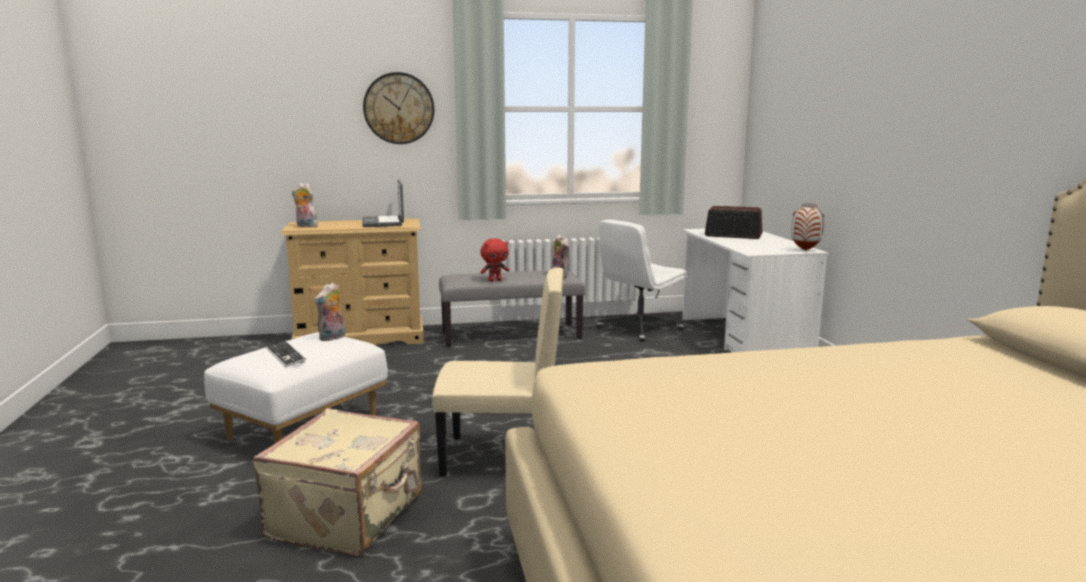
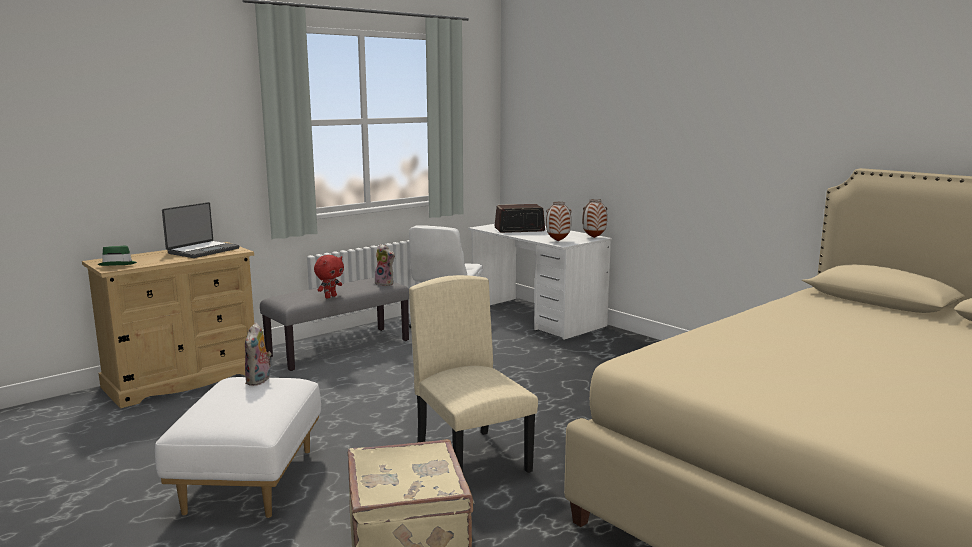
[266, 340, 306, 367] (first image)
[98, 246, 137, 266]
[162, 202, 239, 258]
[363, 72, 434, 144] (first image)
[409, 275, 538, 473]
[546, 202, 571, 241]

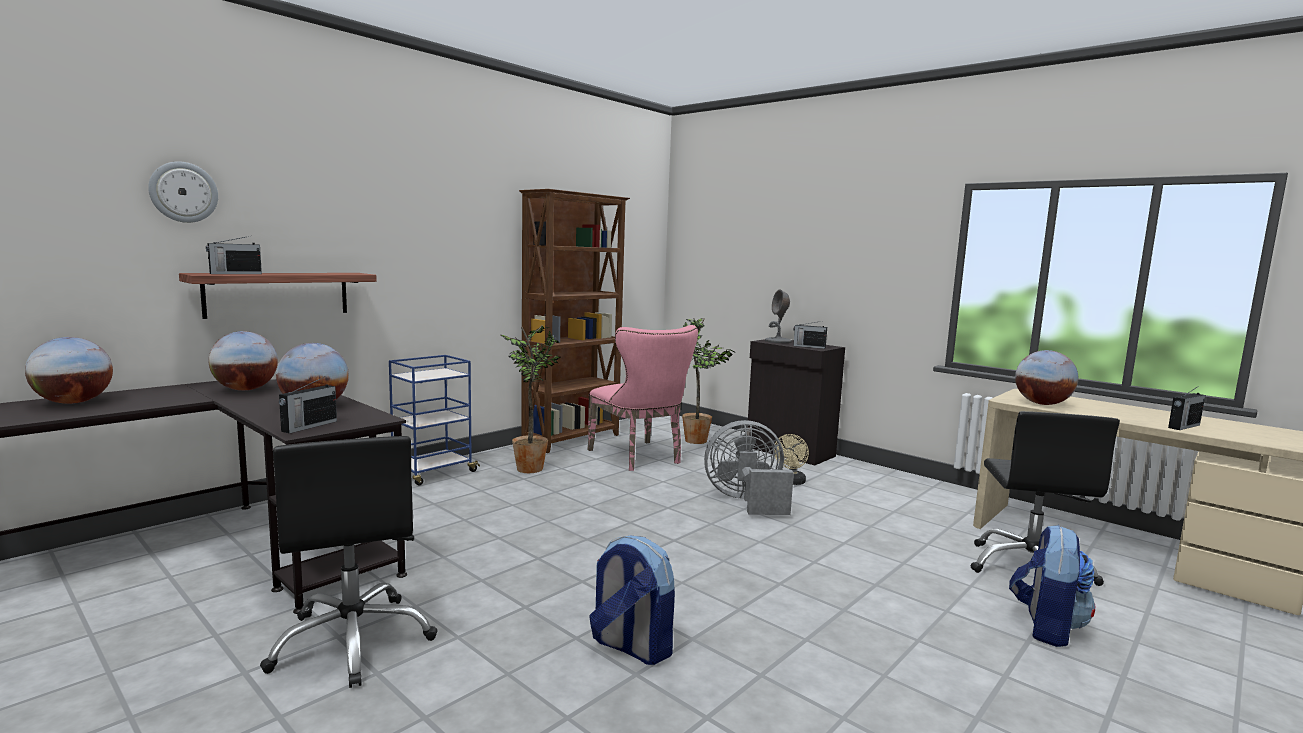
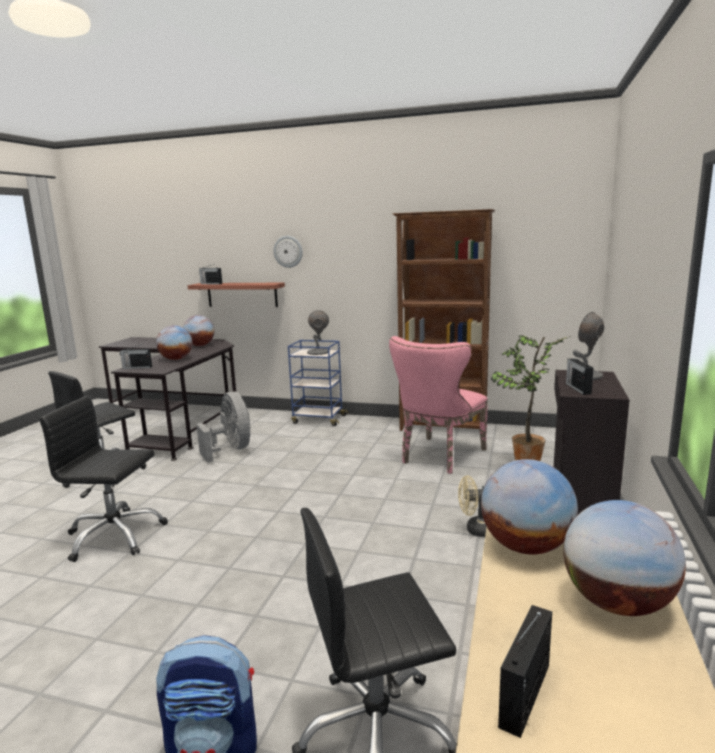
[563, 500, 686, 616]
[273, 235, 303, 268]
[500, 325, 561, 473] (first image)
[39, 396, 168, 562]
[196, 391, 251, 463]
[498, 605, 552, 738]
[307, 310, 329, 355]

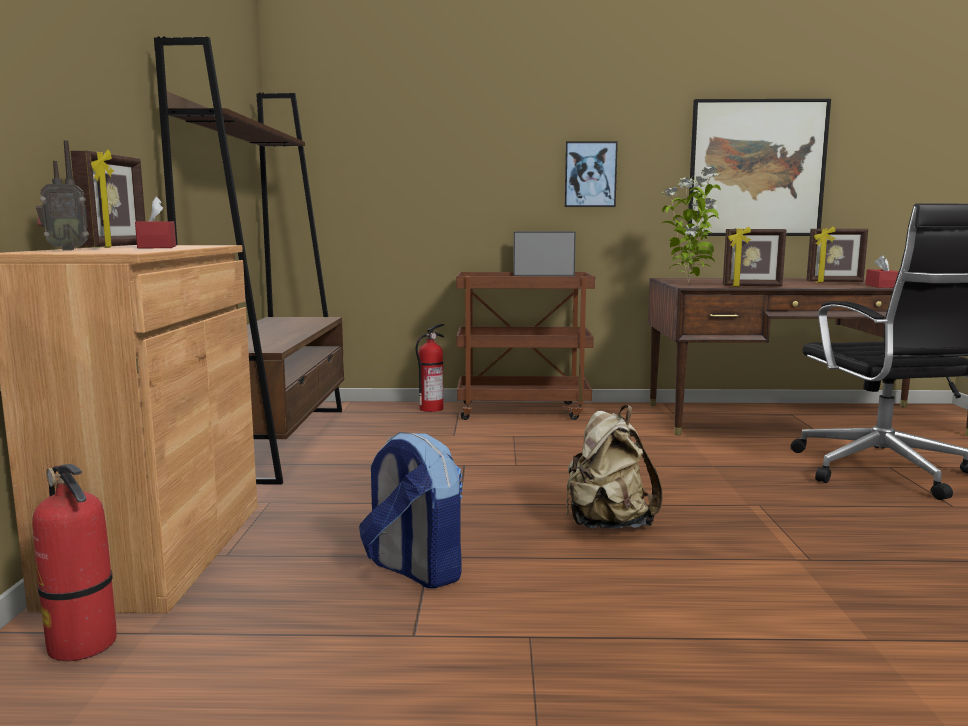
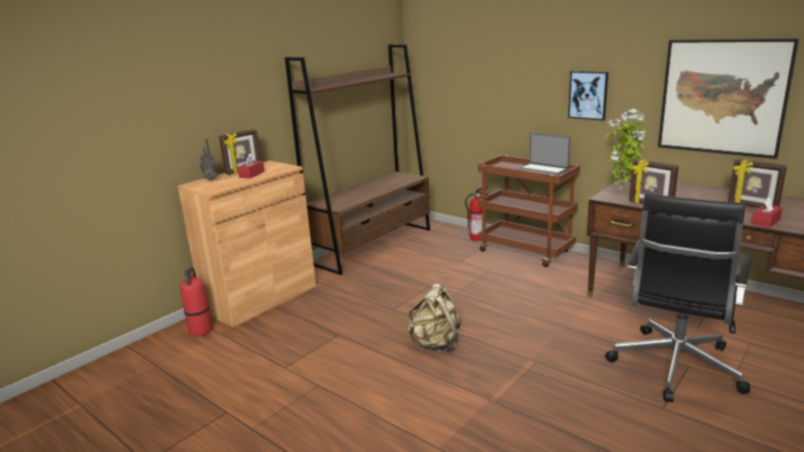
[359, 432, 463, 588] (first image)

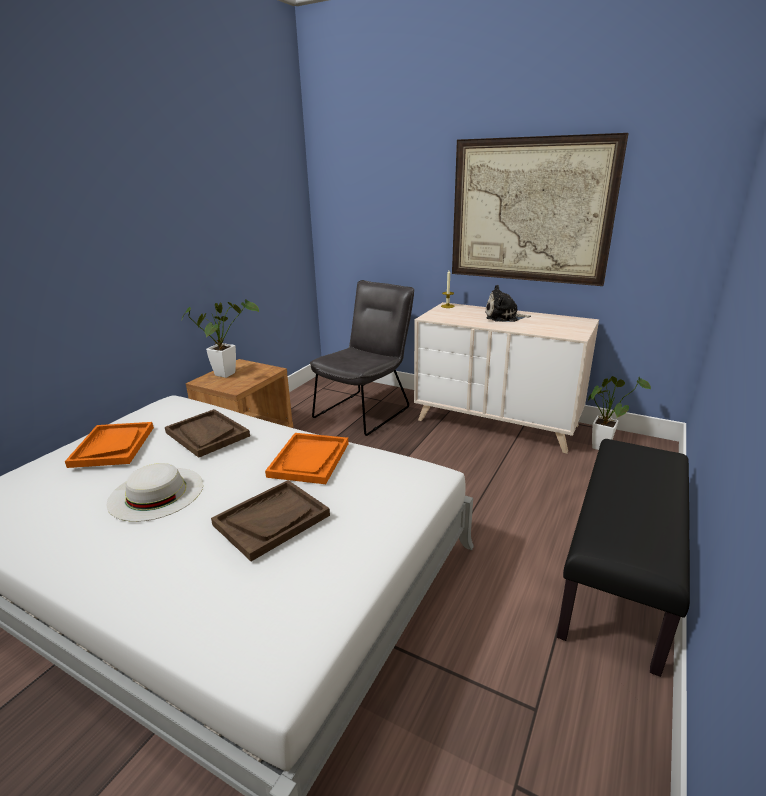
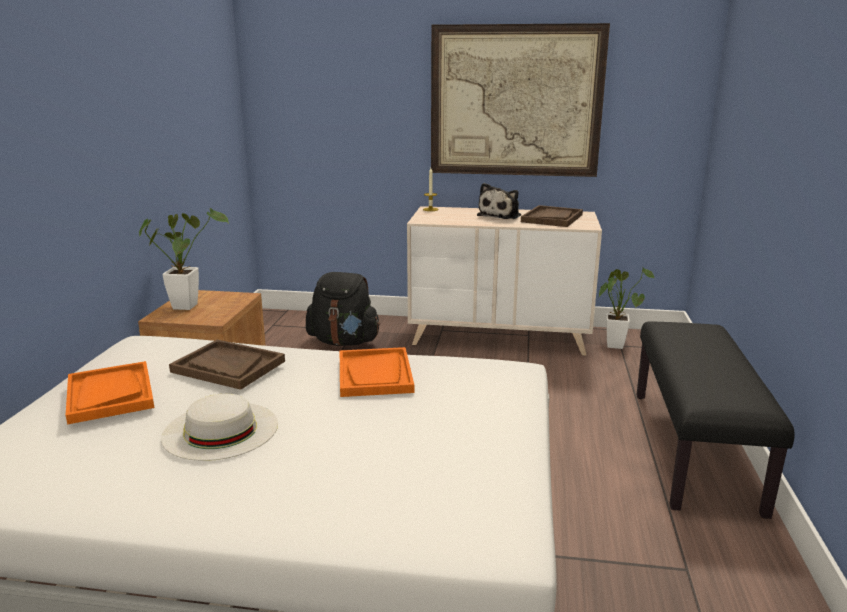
[521, 205, 583, 227]
[306, 272, 380, 346]
[477, 183, 521, 219]

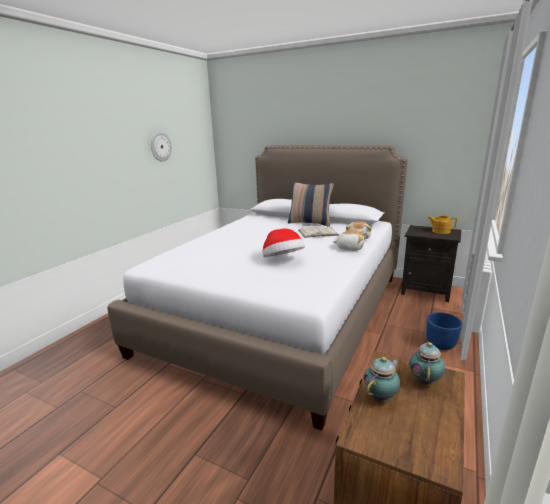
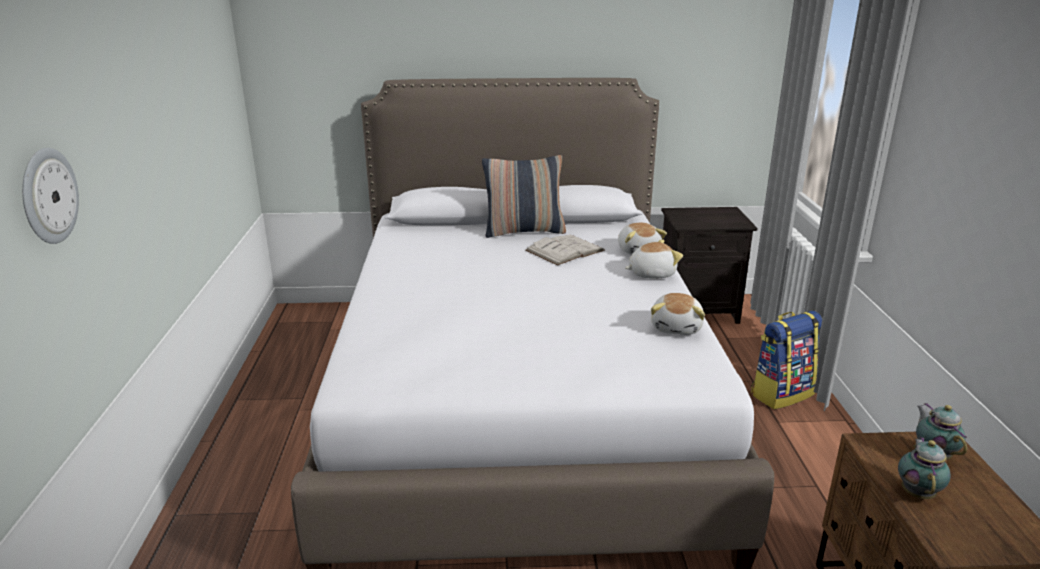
[22, 148, 79, 244]
[263, 228, 305, 257] (first image)
[751, 311, 823, 409]
[428, 215, 457, 234] (first image)
[651, 293, 705, 335]

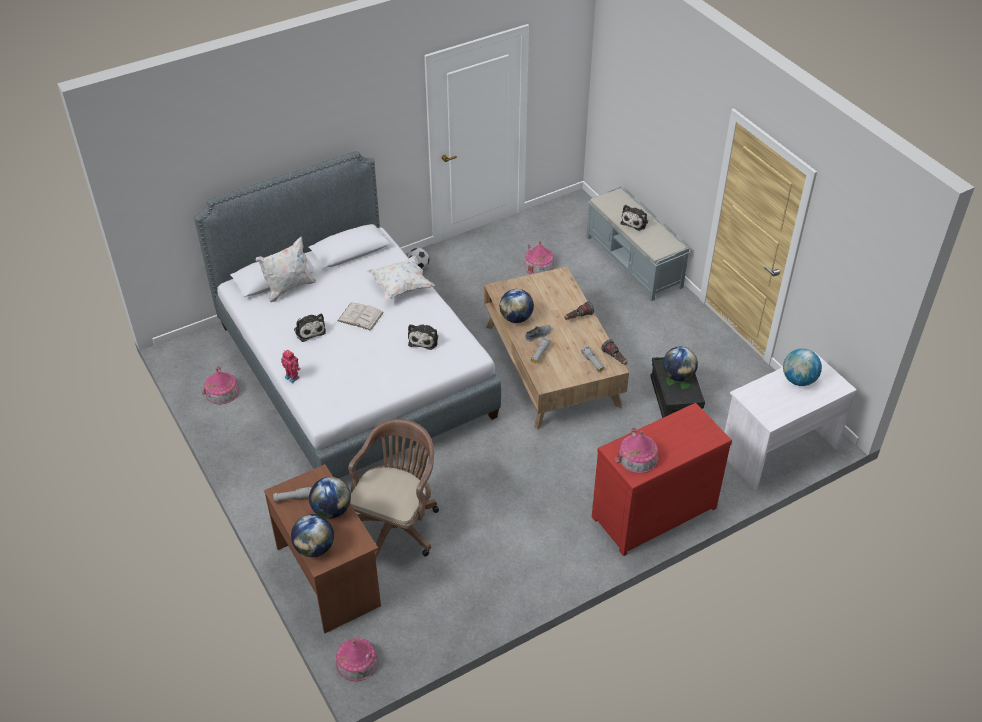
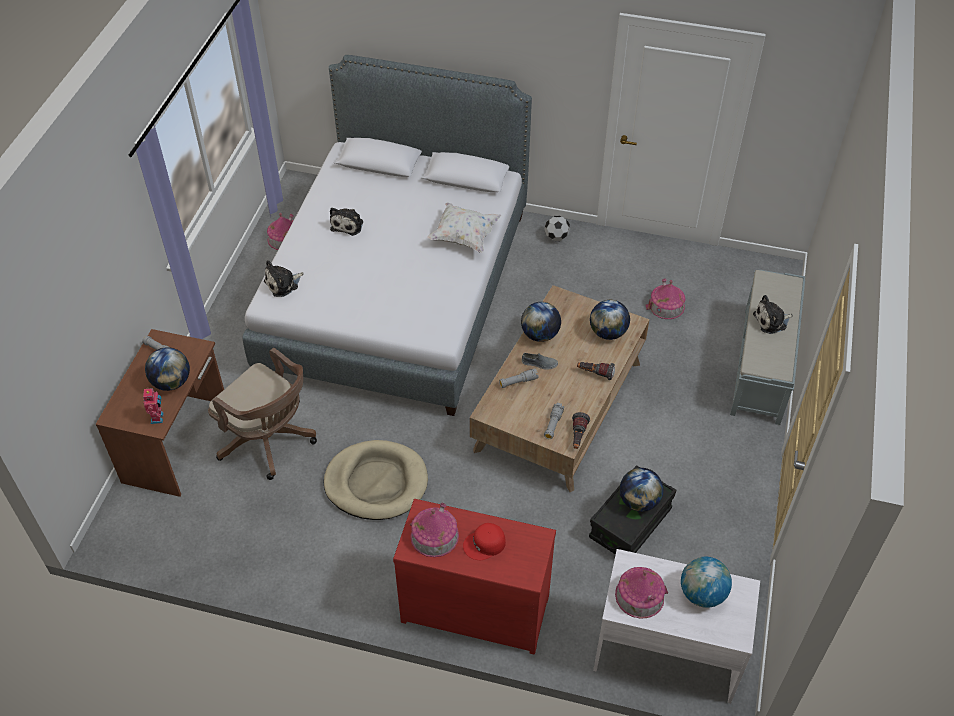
[256, 236, 316, 302] (first image)
[143, 387, 164, 424]
[590, 300, 630, 340]
[615, 567, 668, 619]
[338, 302, 384, 331] (first image)
[208, 348, 317, 480]
[264, 260, 304, 297]
[324, 440, 428, 520]
[463, 523, 506, 560]

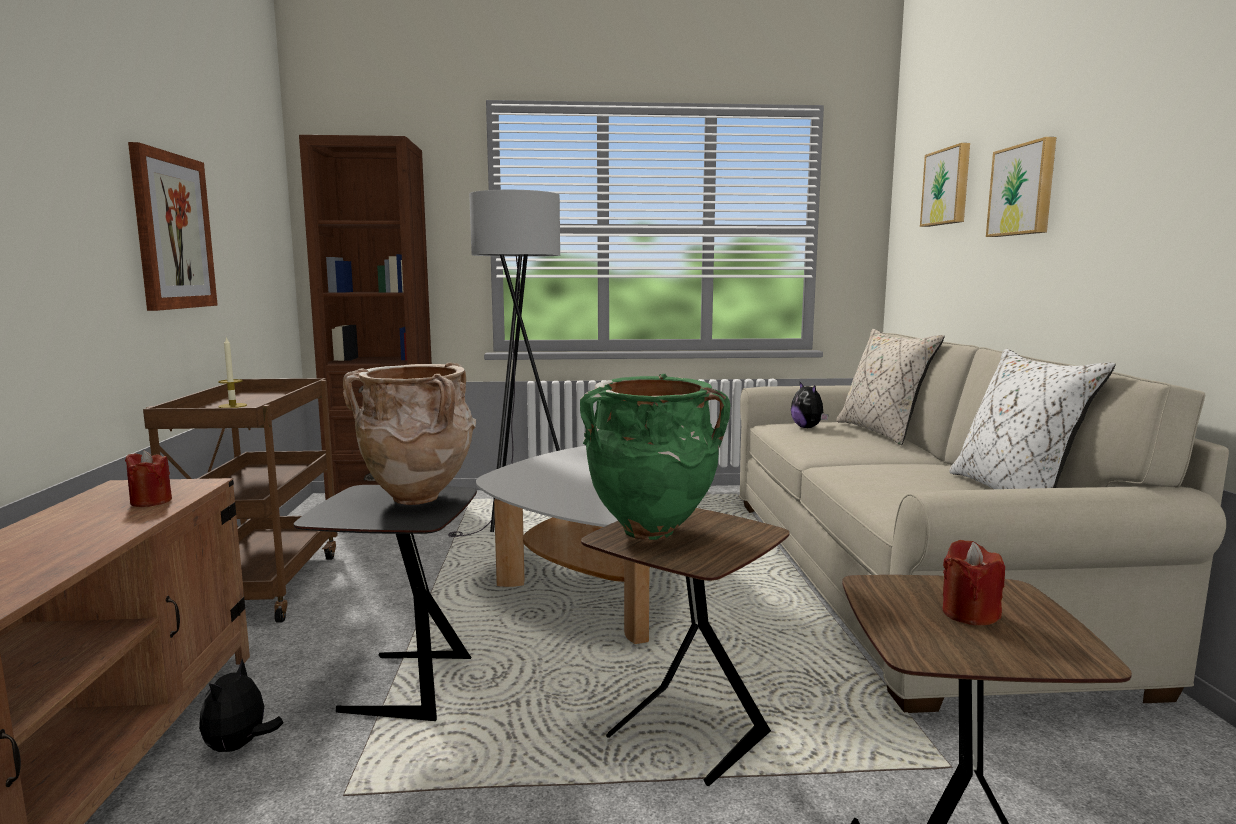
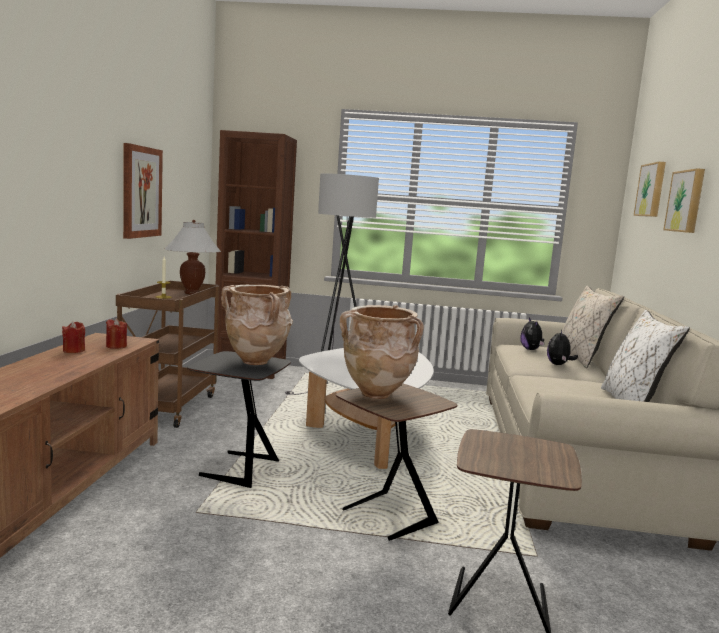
[547, 330, 578, 365]
[340, 305, 424, 399]
[62, 321, 85, 353]
[165, 220, 221, 294]

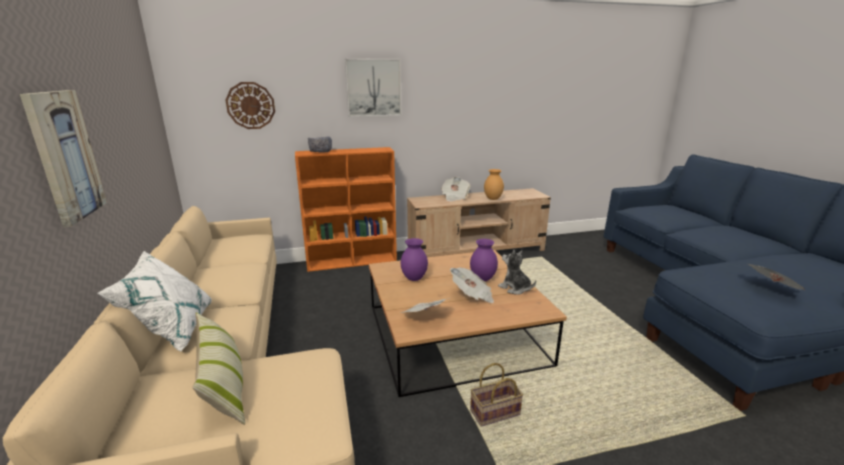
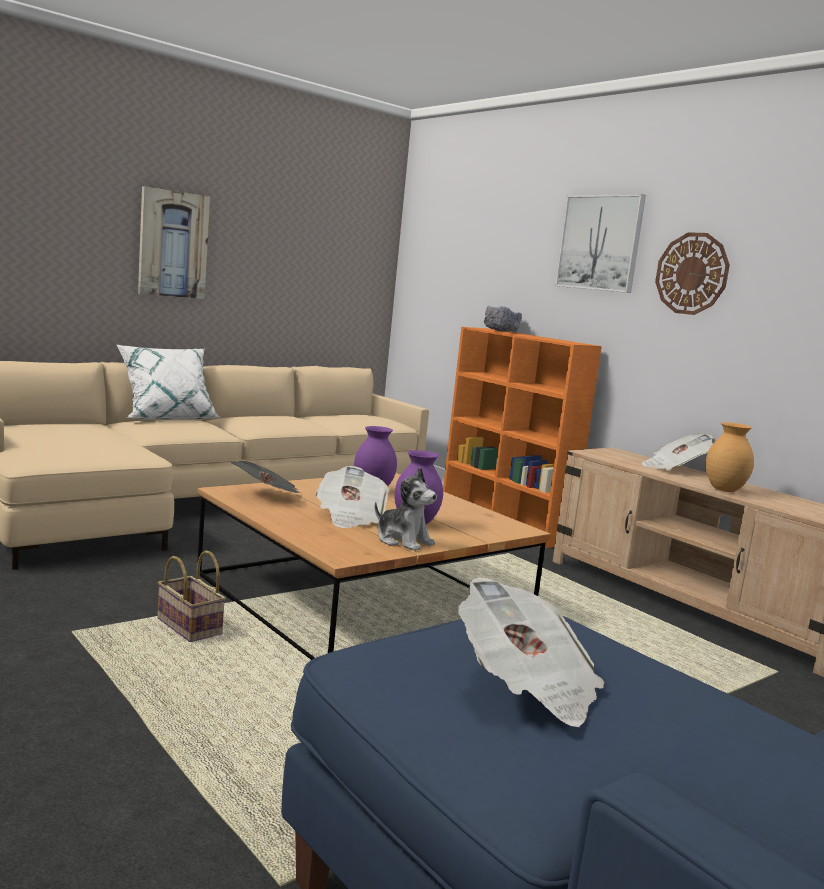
[192, 312, 245, 425] (first image)
[655, 232, 730, 315]
[375, 467, 437, 551]

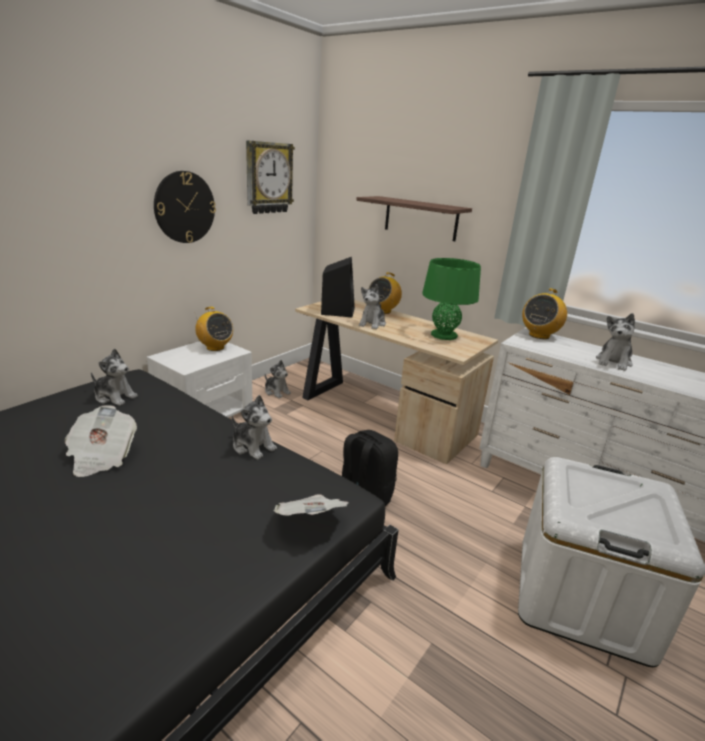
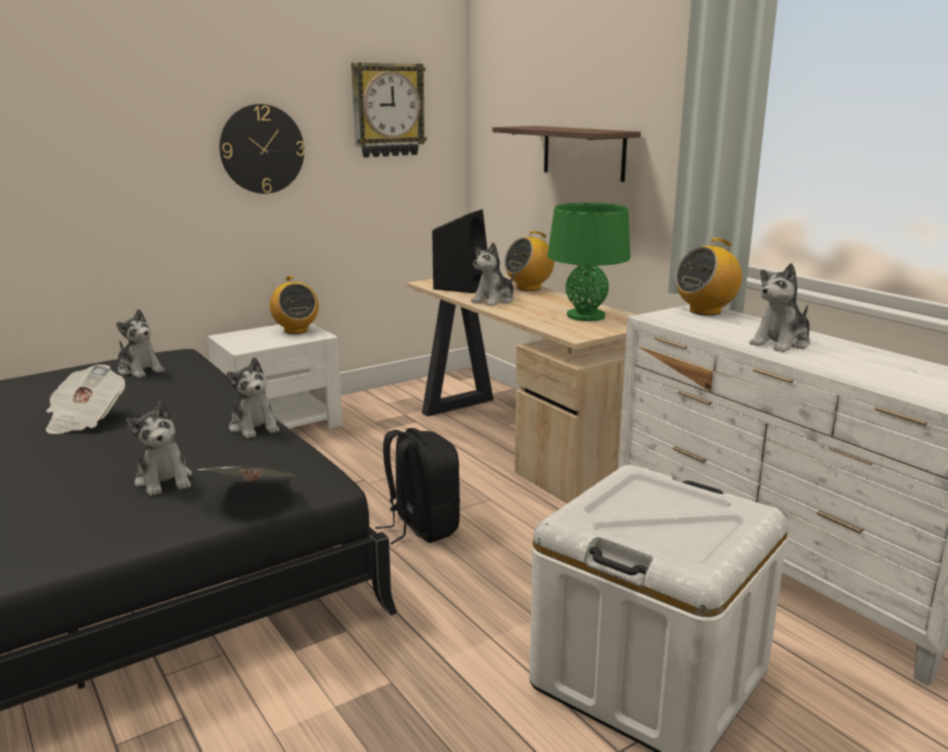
[126, 401, 192, 496]

